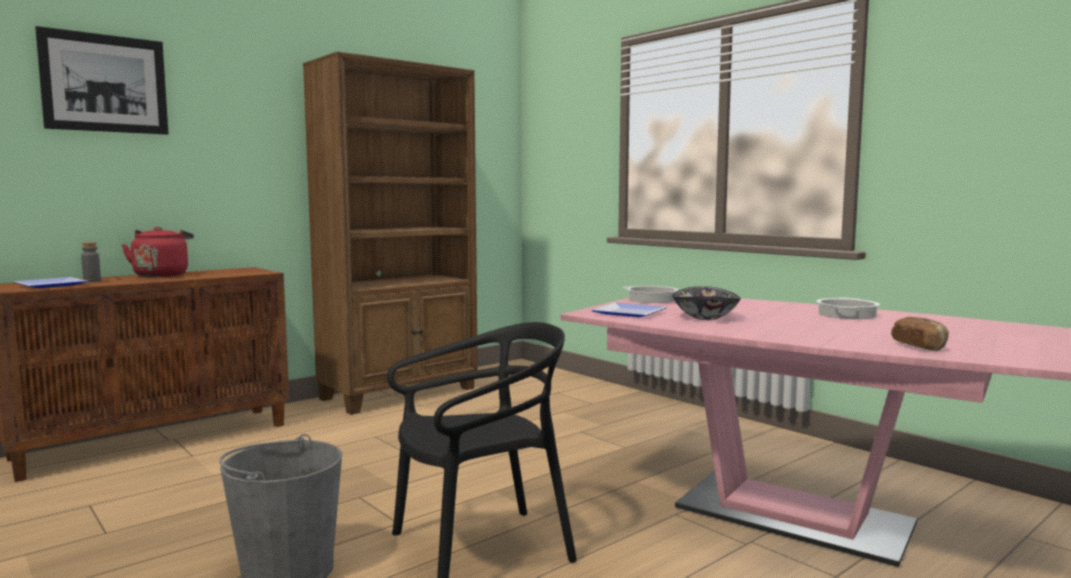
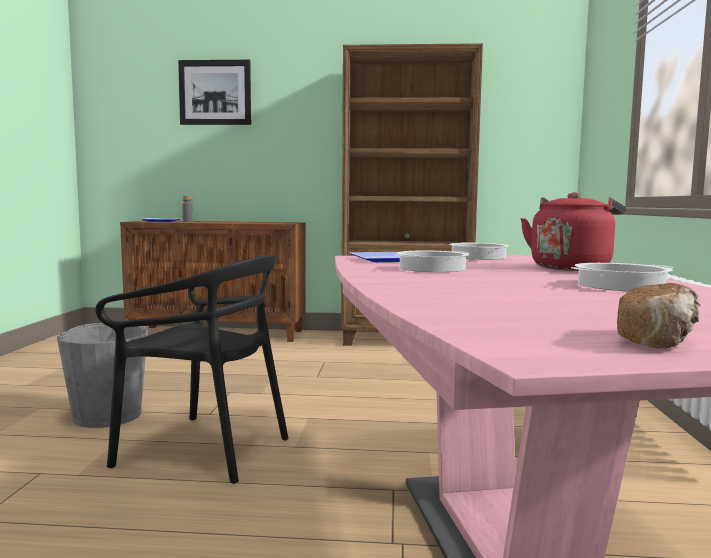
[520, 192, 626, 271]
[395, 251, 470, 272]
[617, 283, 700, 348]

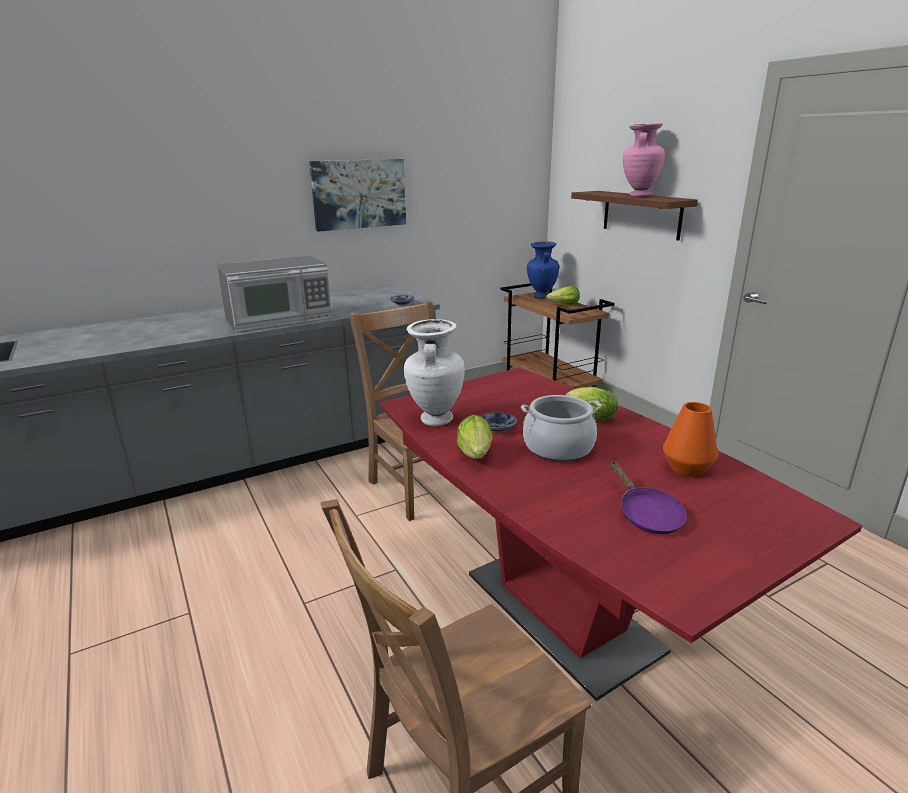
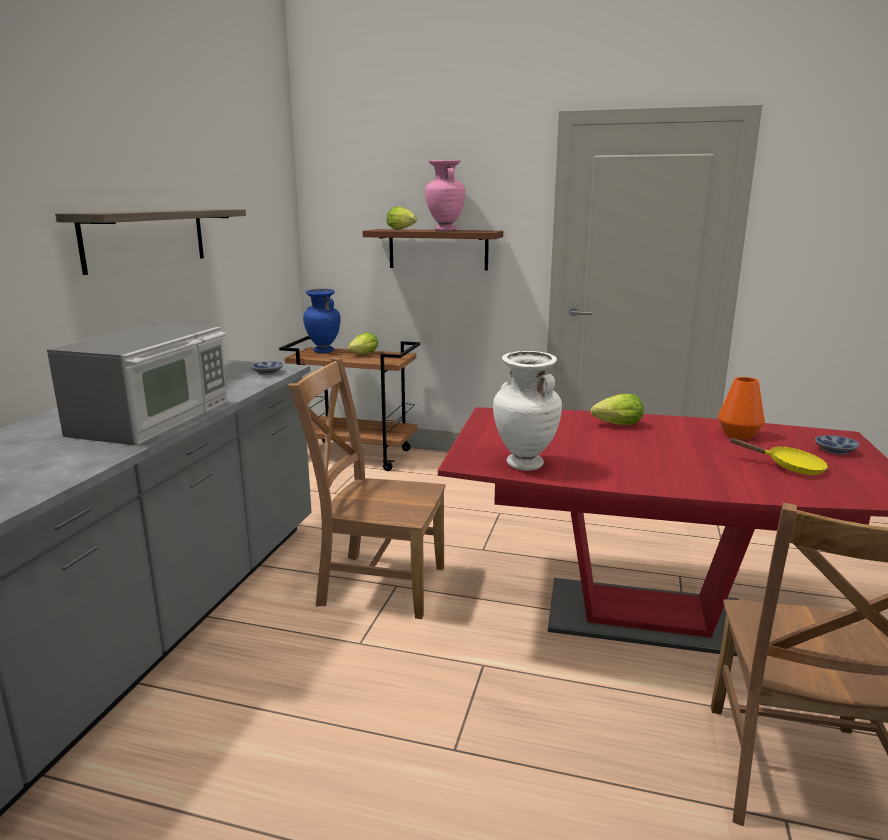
[55, 209, 246, 275]
[386, 206, 417, 230]
[815, 435, 859, 455]
[521, 395, 602, 461] (first image)
[729, 438, 828, 475]

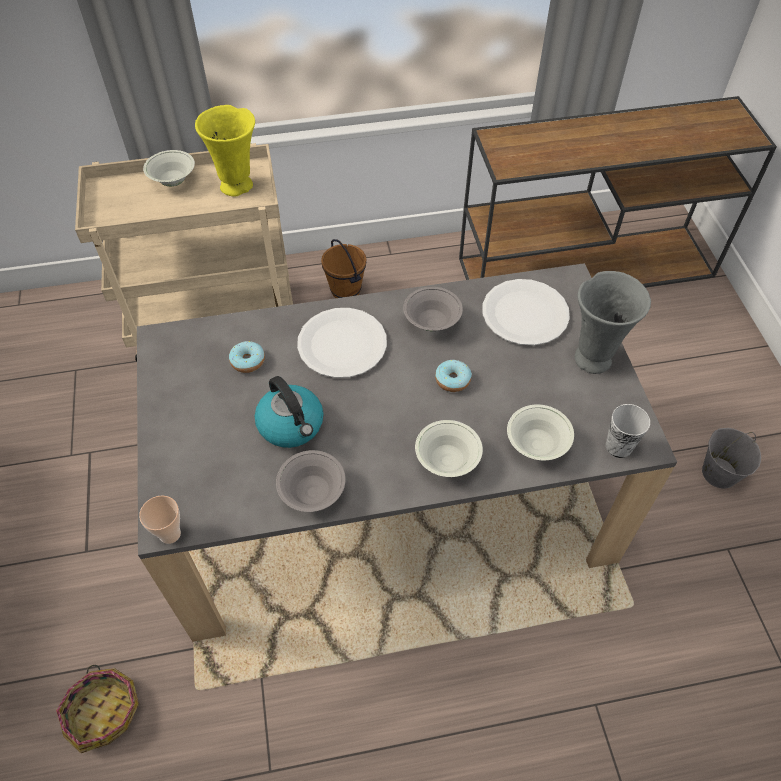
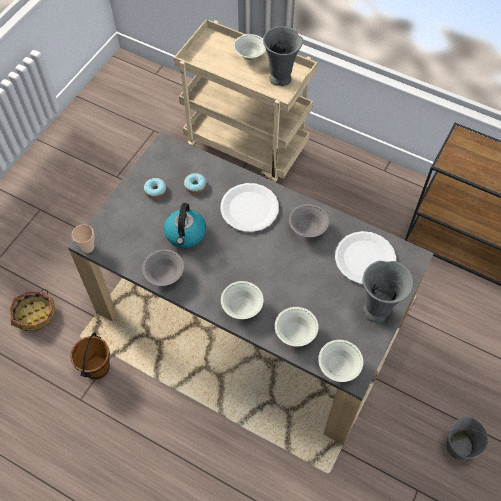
[263, 26, 303, 86]
[70, 332, 110, 380]
[144, 178, 166, 198]
[318, 340, 363, 382]

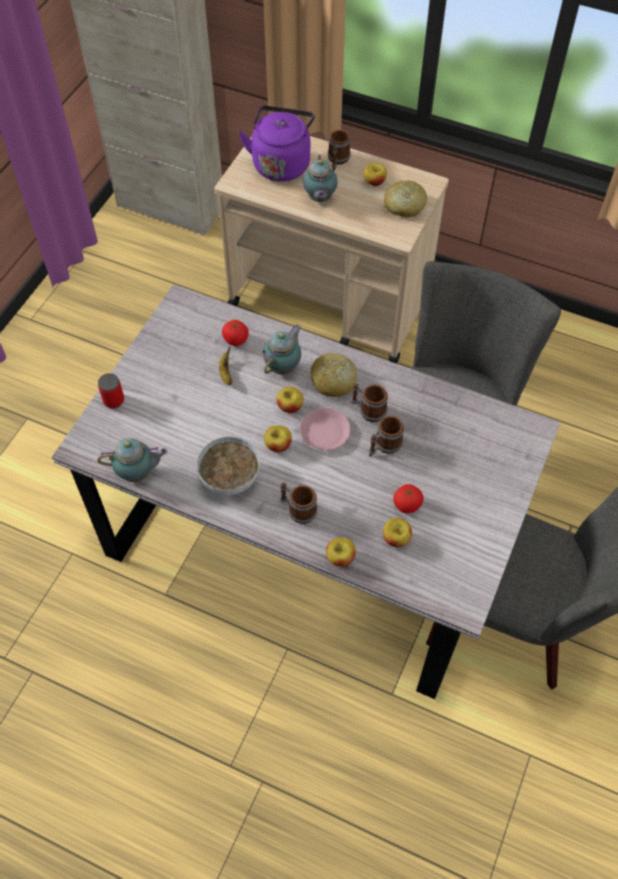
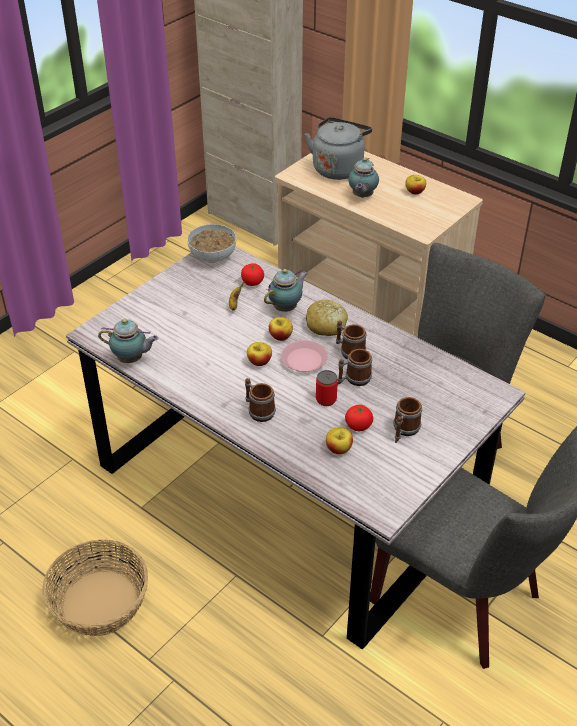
[316, 370, 338, 406]
[187, 224, 236, 263]
[305, 117, 372, 180]
[326, 537, 356, 567] (first image)
[393, 397, 422, 443]
[384, 180, 427, 217] (first image)
[42, 539, 148, 636]

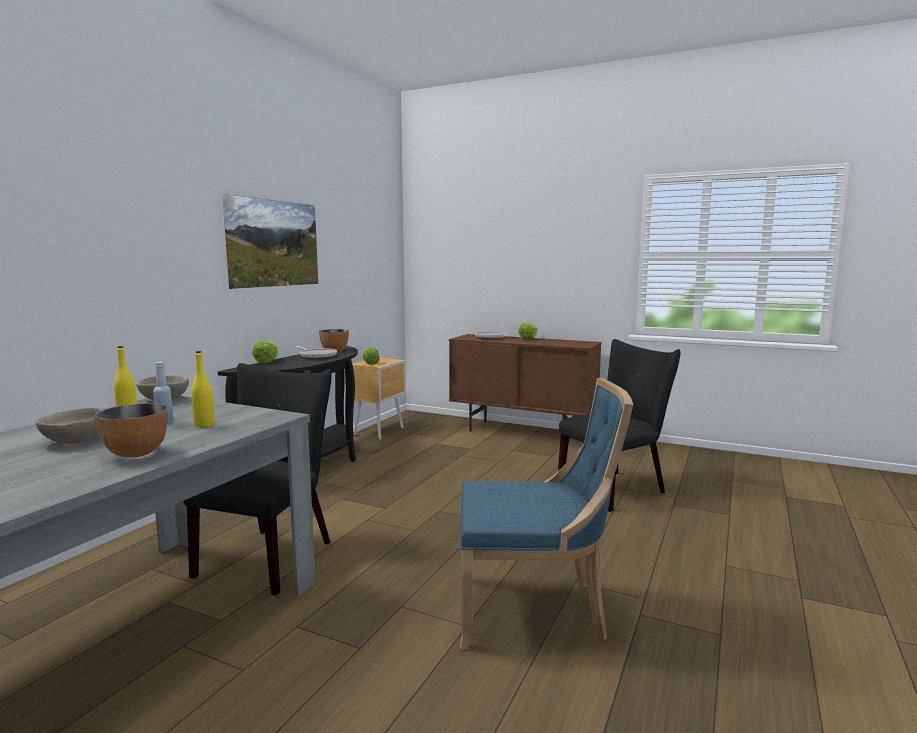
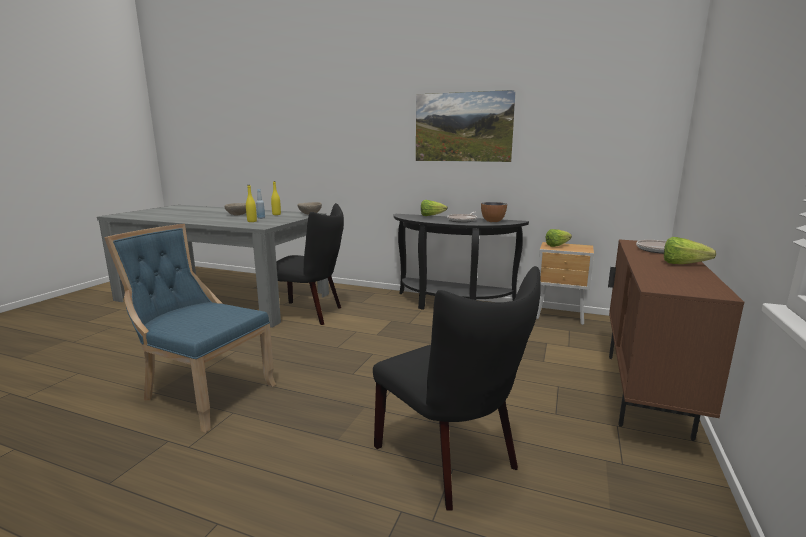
[95, 404, 168, 458] (first image)
[104, 224, 276, 433]

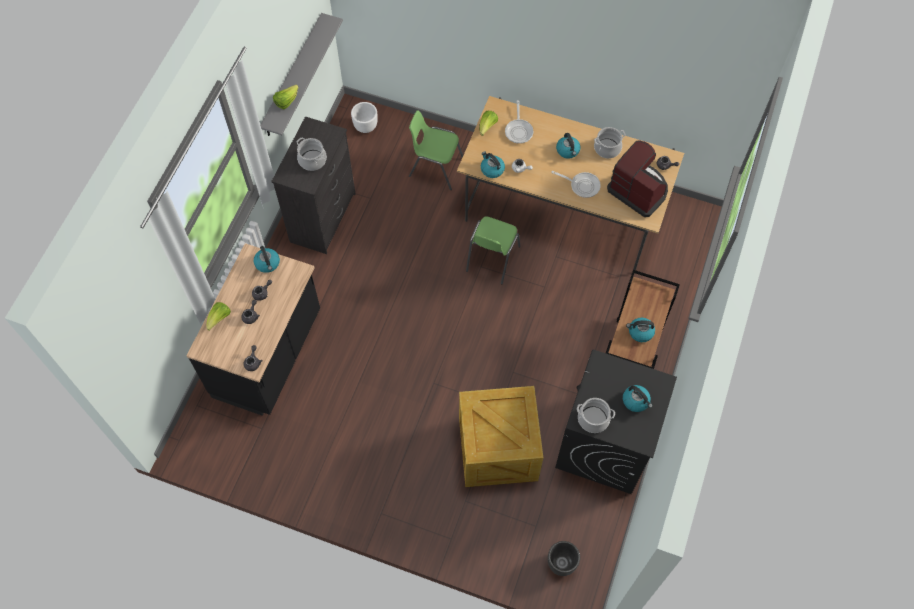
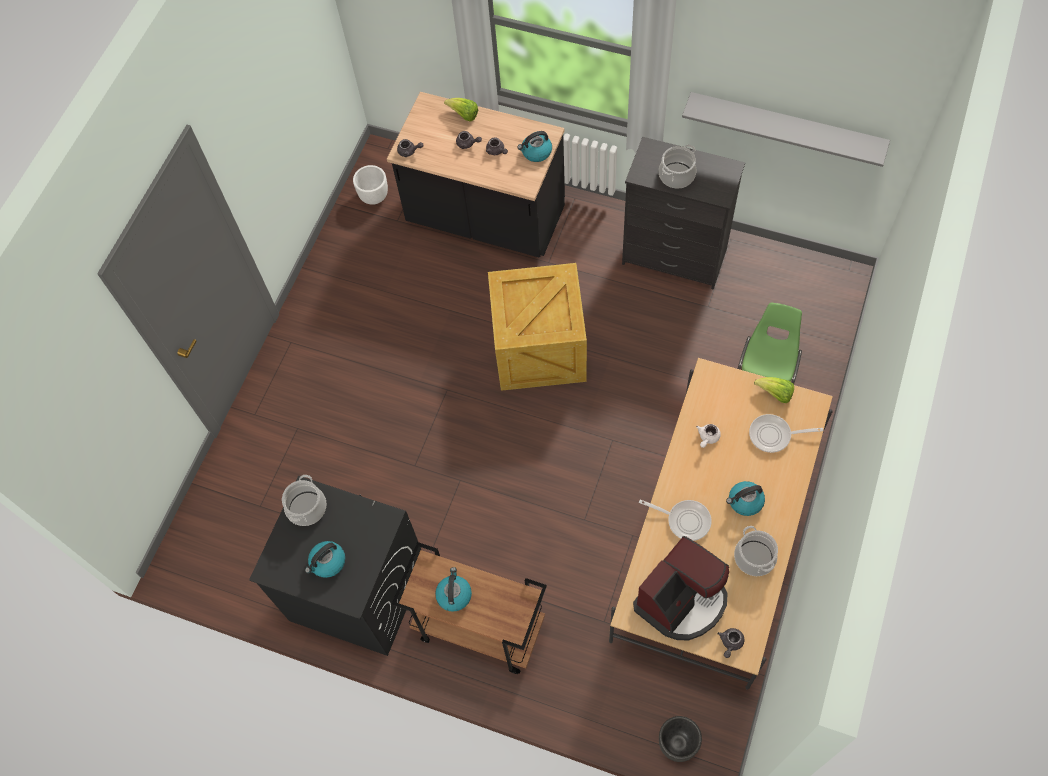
[273, 84, 298, 109] (first image)
[353, 165, 388, 205]
[488, 263, 587, 391]
[466, 216, 520, 284] (first image)
[481, 152, 505, 178] (first image)
[659, 716, 702, 762]
[639, 500, 712, 541]

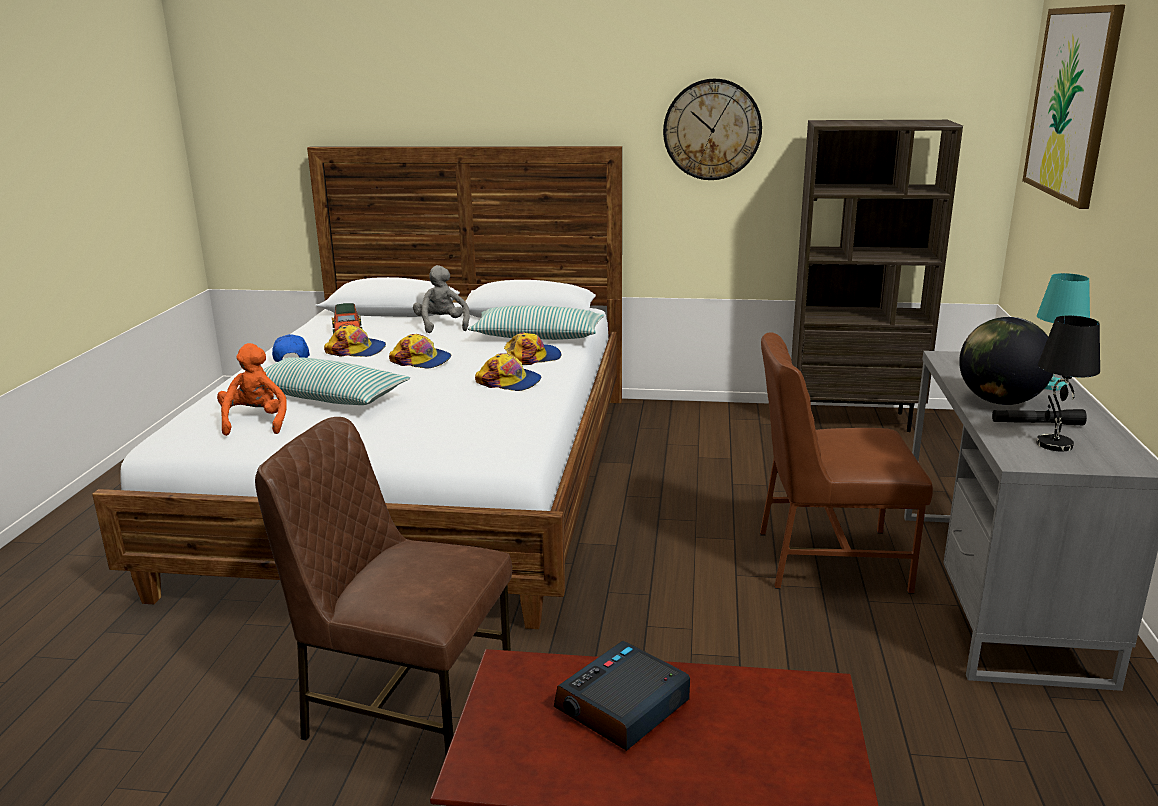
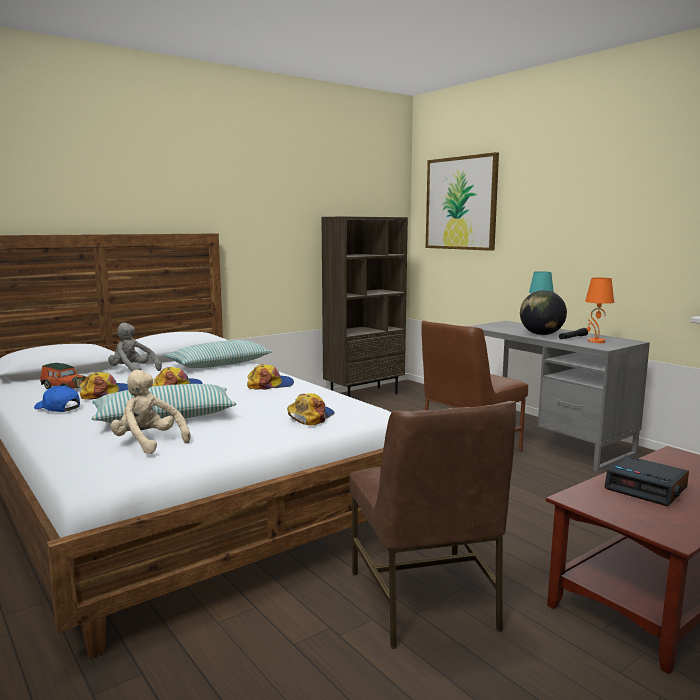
[111, 370, 191, 454]
[349, 401, 516, 649]
[287, 393, 335, 426]
[604, 456, 689, 506]
[663, 79, 762, 180] (first image)
[585, 278, 614, 343]

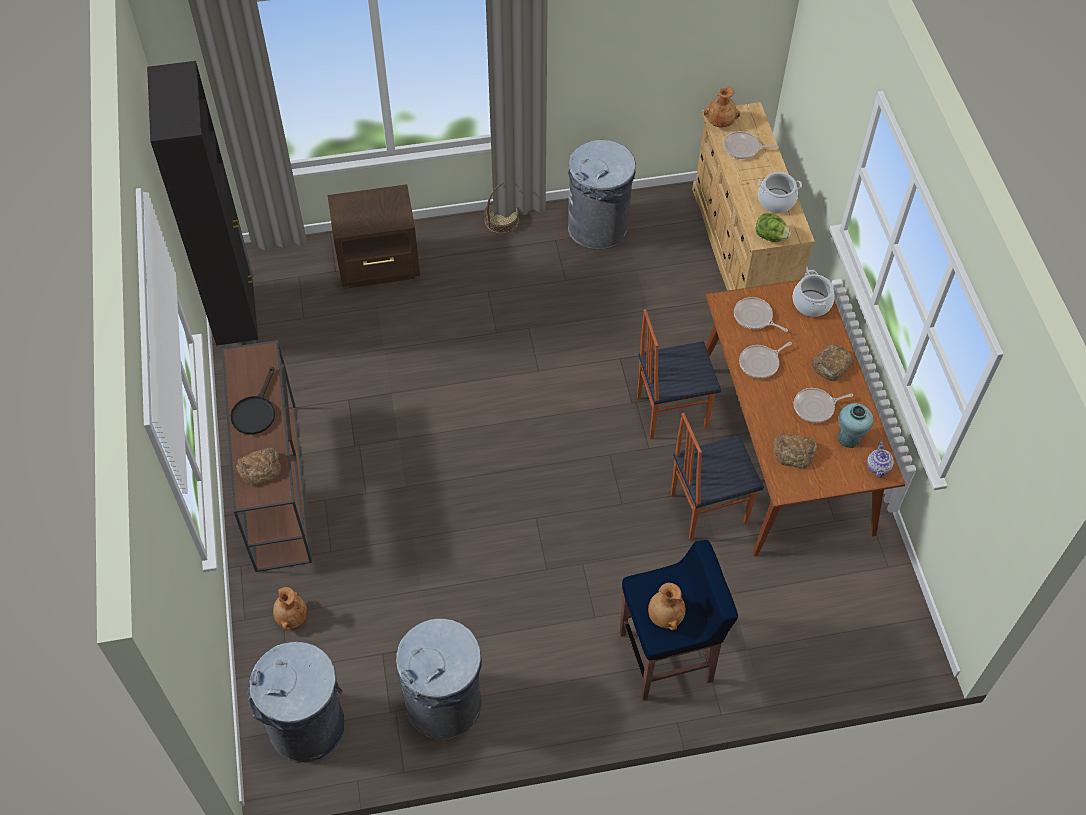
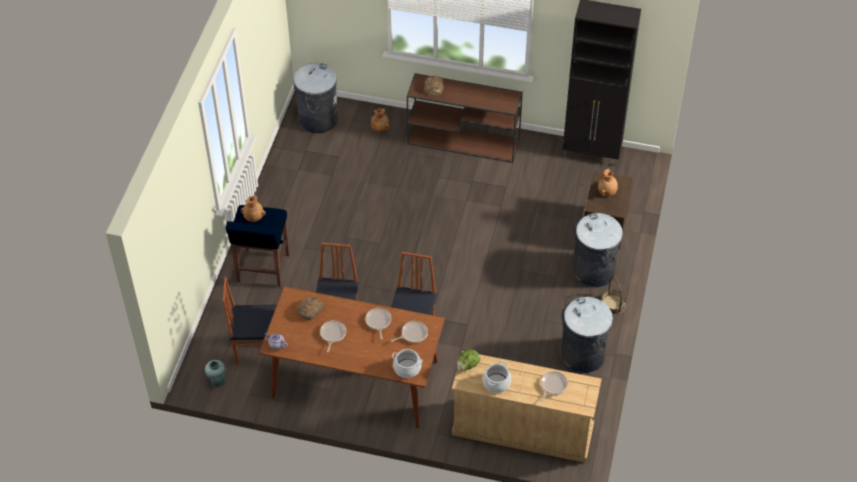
[230, 367, 275, 435] (first image)
[572, 213, 623, 287]
[598, 168, 618, 196]
[812, 344, 854, 381] (first image)
[205, 360, 226, 387]
[223, 277, 277, 365]

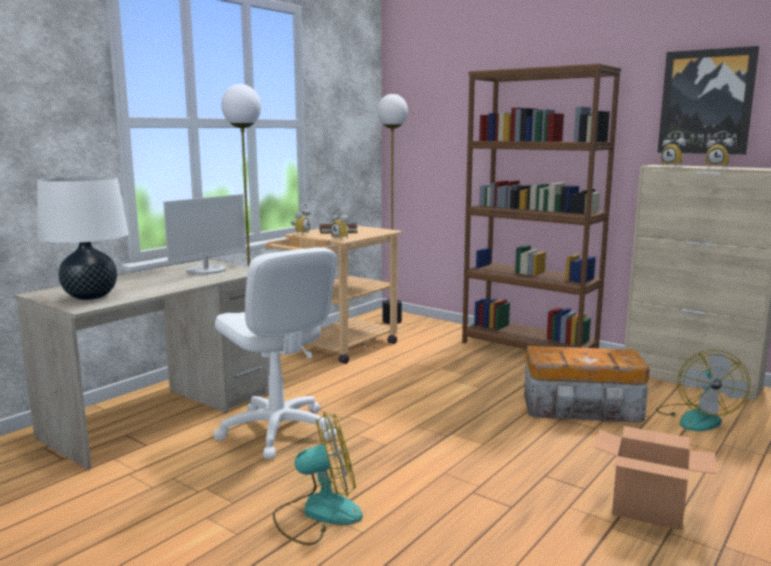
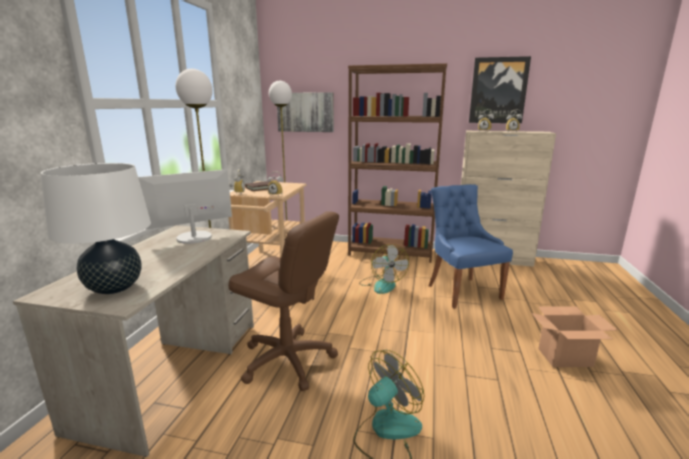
[138, 169, 232, 244]
[228, 211, 339, 391]
[429, 184, 513, 309]
[359, 244, 409, 294]
[277, 92, 334, 132]

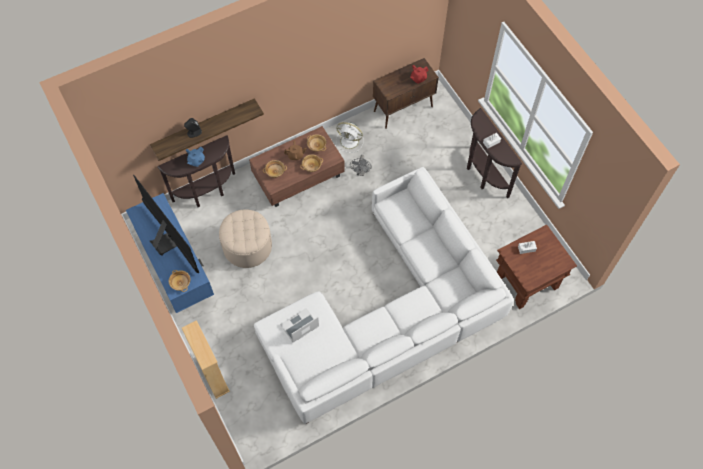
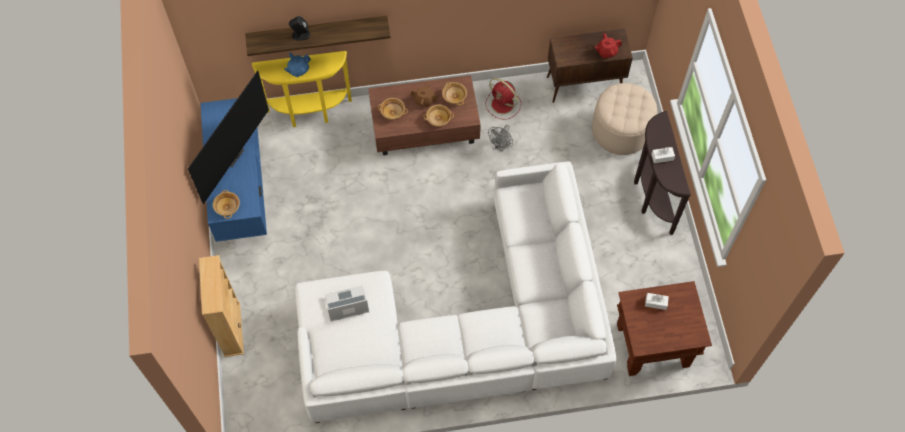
[188, 71, 269, 204]
[252, 51, 352, 127]
[592, 83, 657, 155]
[485, 78, 521, 119]

